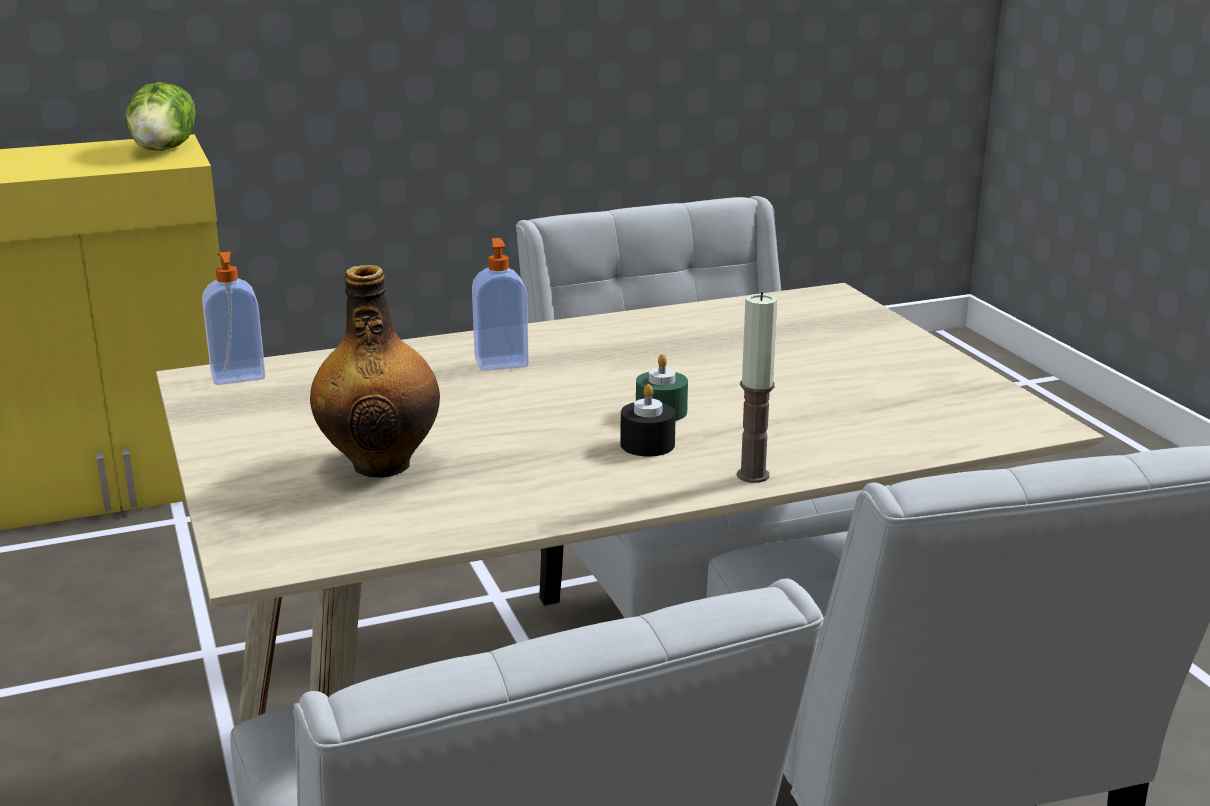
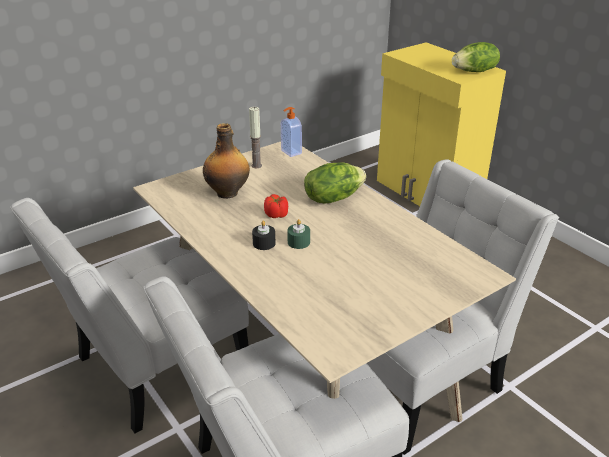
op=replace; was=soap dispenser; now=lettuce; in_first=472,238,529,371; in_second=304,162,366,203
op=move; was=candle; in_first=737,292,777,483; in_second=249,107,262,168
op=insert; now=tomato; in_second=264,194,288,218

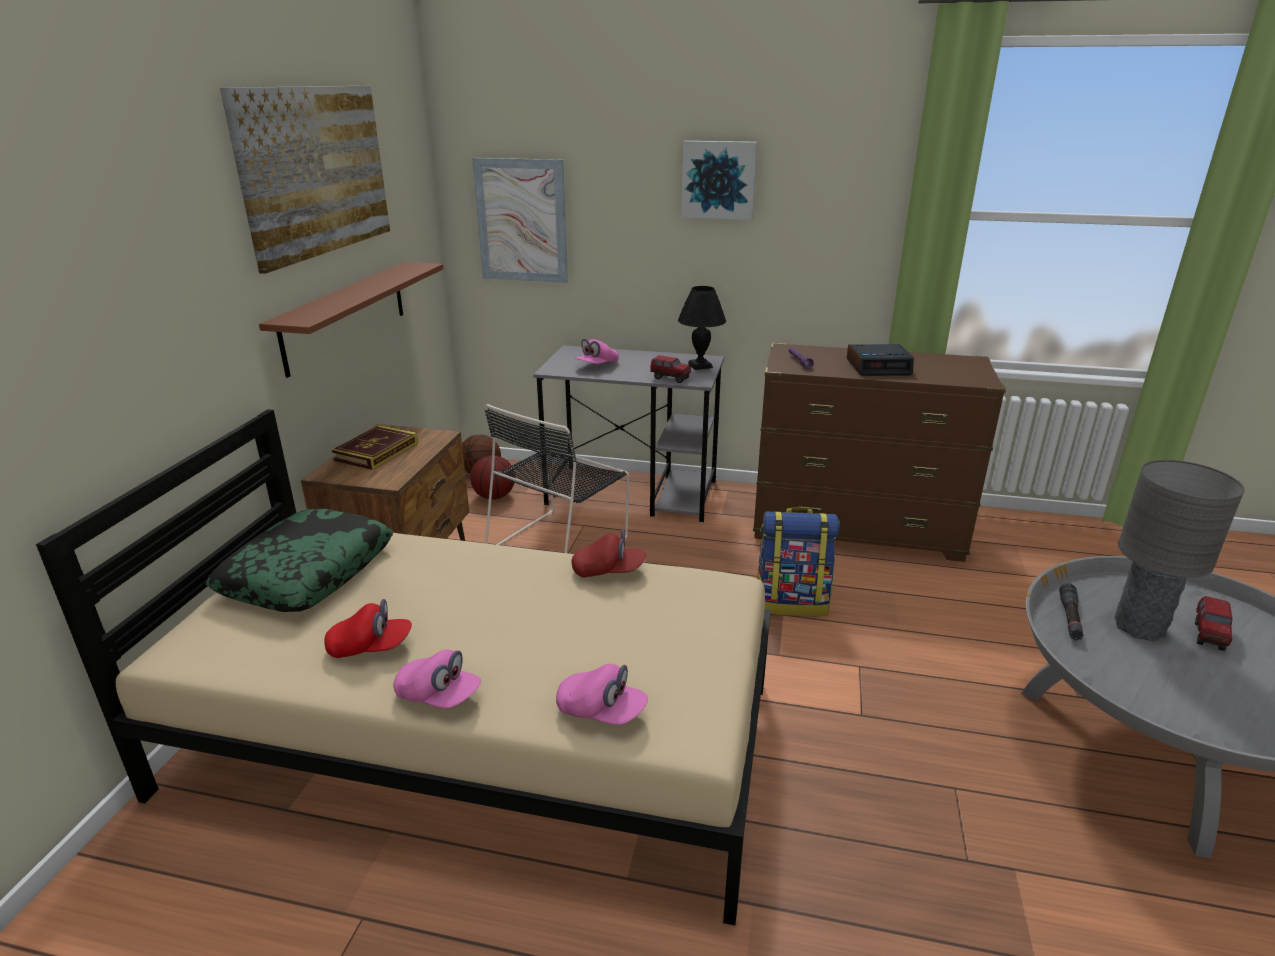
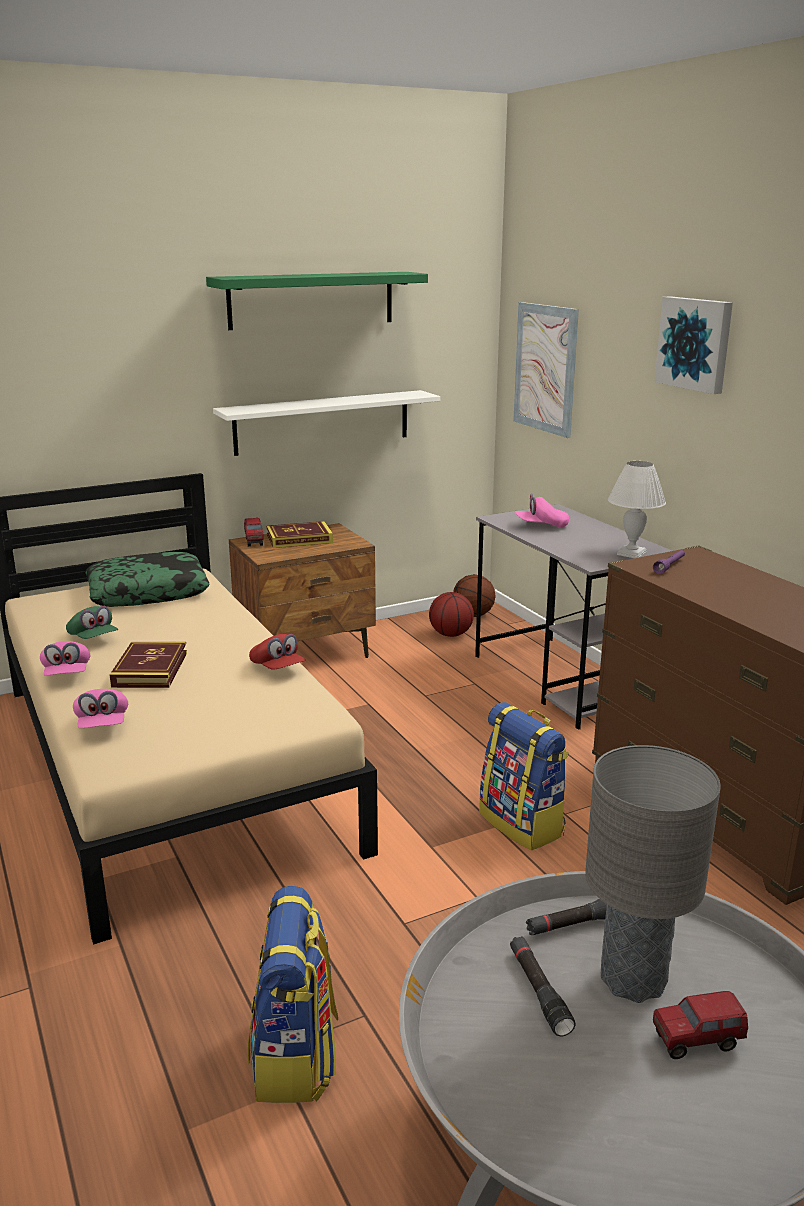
op=replace; was=picture; now=shelf (green); in_first=220,86,390,274; in_second=206,272,428,330
op=recolor; was=shelf (brown); now=shelf (white); in_first=259,262,443,378; in_second=213,390,440,456
op=recolor; was=cap (red); now=cap (green); in_first=324,599,412,658; in_second=66,606,118,639
op=delete; was=chair (black); in_first=484,404,629,553
op=move; was=toy truck; in_first=650,355,691,383; in_second=244,518,264,546
op=recolor; was=table lamp (black); now=table lamp (white); in_first=678,286,726,370; in_second=608,461,666,558
op=delete; was=alarm clock; in_first=847,344,914,376
op=insert; now=book; in_second=110,641,187,688
op=insert; now=backpack; in_second=248,886,338,1103
op=insert; now=flashlight (black); in_second=510,937,576,1036

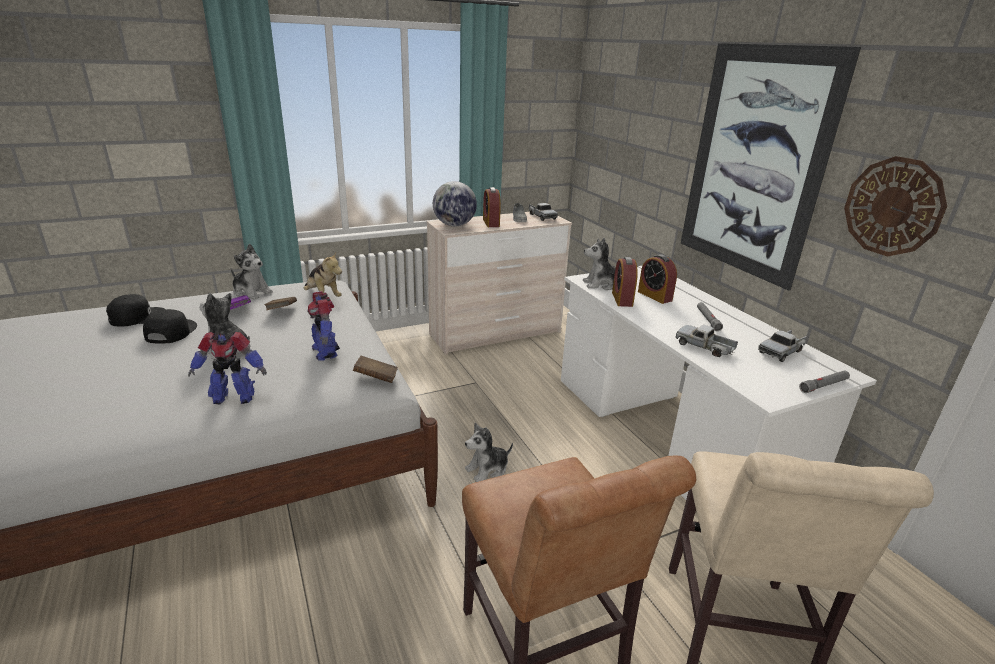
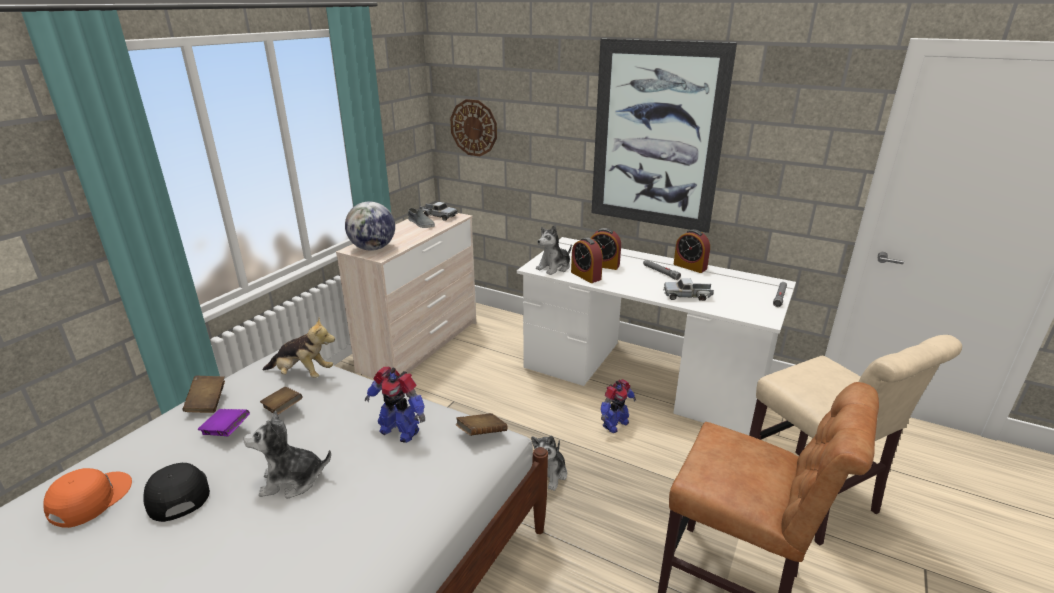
op=recolor; was=cap (black); now=cap (orange); in_first=106,294,166,327; in_second=43,468,132,528
op=move; was=toy robot; in_first=188,332,267,405; in_second=601,379,636,433
op=replace; was=plush toy; now=book (brown); in_first=231,244,273,300; in_second=182,376,225,413
op=move; was=alarm clock; in_first=483,187,501,227; in_second=673,229,710,273
op=delete; was=toy truck; in_first=758,330,807,362
op=move; was=wall clock; in_first=844,156,947,257; in_second=450,99,497,156

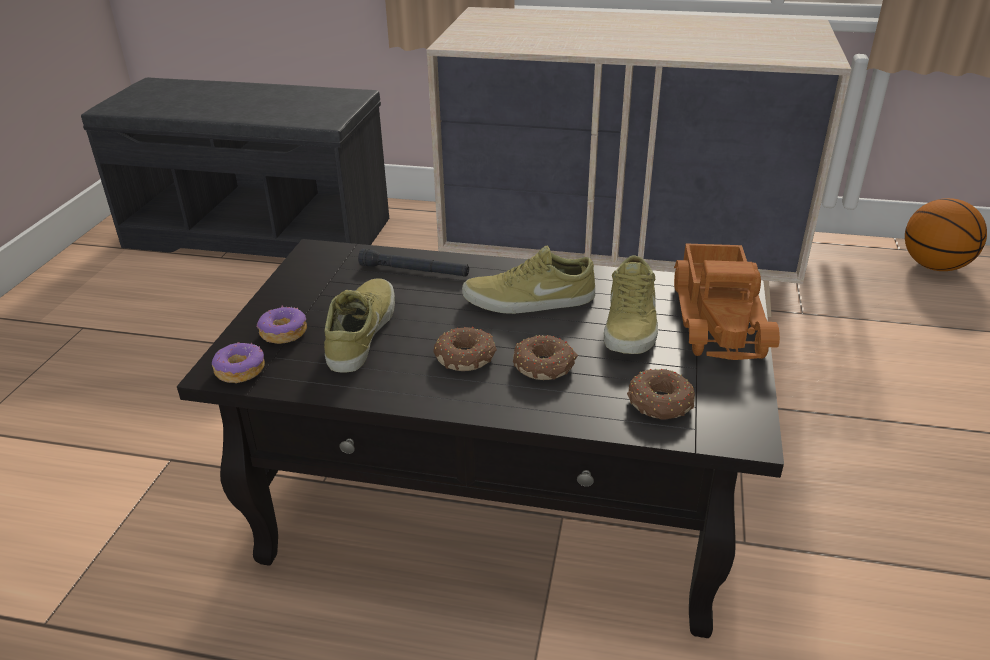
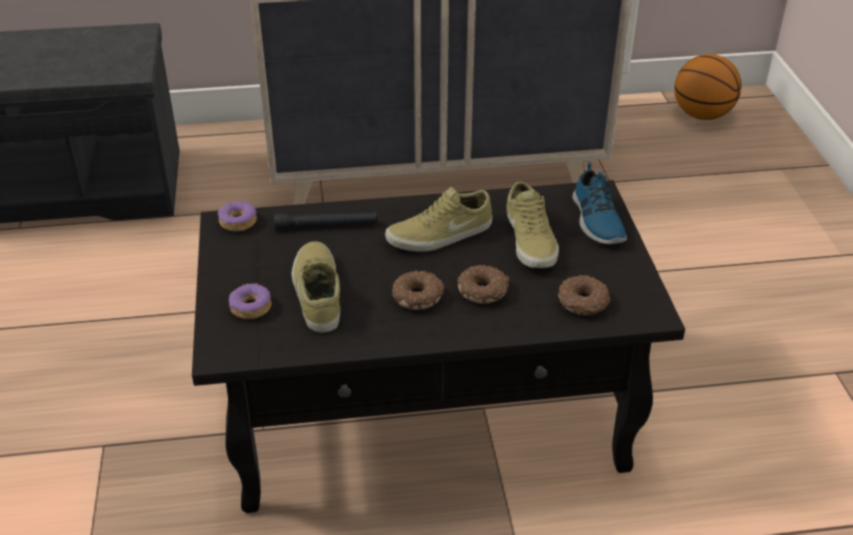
op=move; was=donut; in_first=212,342,265,383; in_second=218,200,257,231
op=replace; was=toy truck; now=shoe; in_first=674,244,780,360; in_second=572,162,627,244

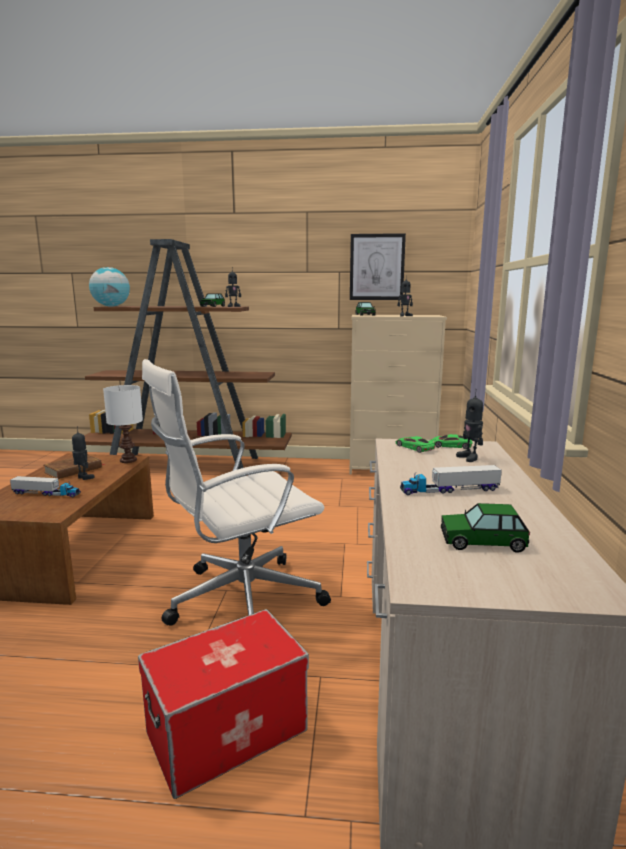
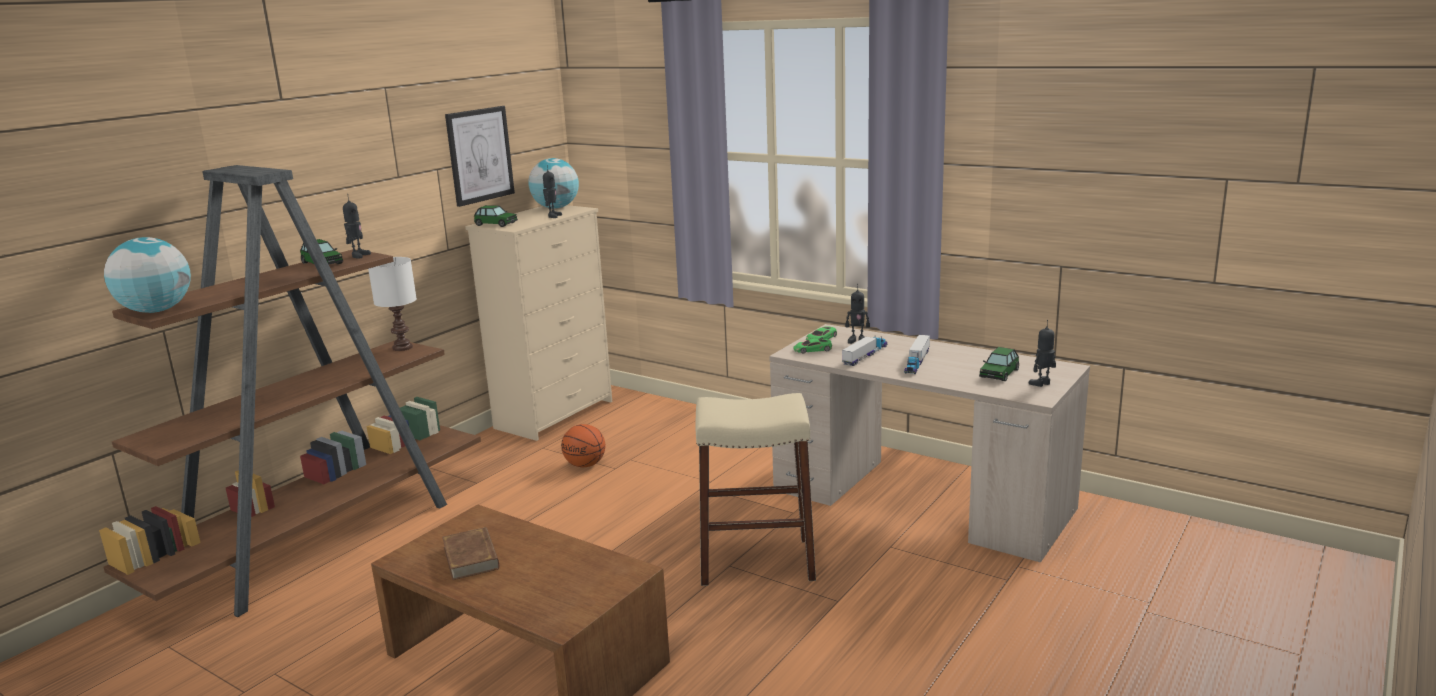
op=move; was=toy truck; in_first=10,476,81,498; in_second=842,335,888,366
op=move; was=toy robot; in_first=72,428,95,480; in_second=1029,320,1056,387
op=move; was=table lamp (white); in_first=103,385,143,463; in_second=368,257,417,351
op=delete; was=storage box; in_first=138,609,309,799
op=replace; was=office chair (white); now=stool (beige); in_first=142,359,331,626; in_second=696,393,816,586
op=insert; now=globe; in_second=528,158,579,209
op=insert; now=basketball; in_second=561,424,605,467

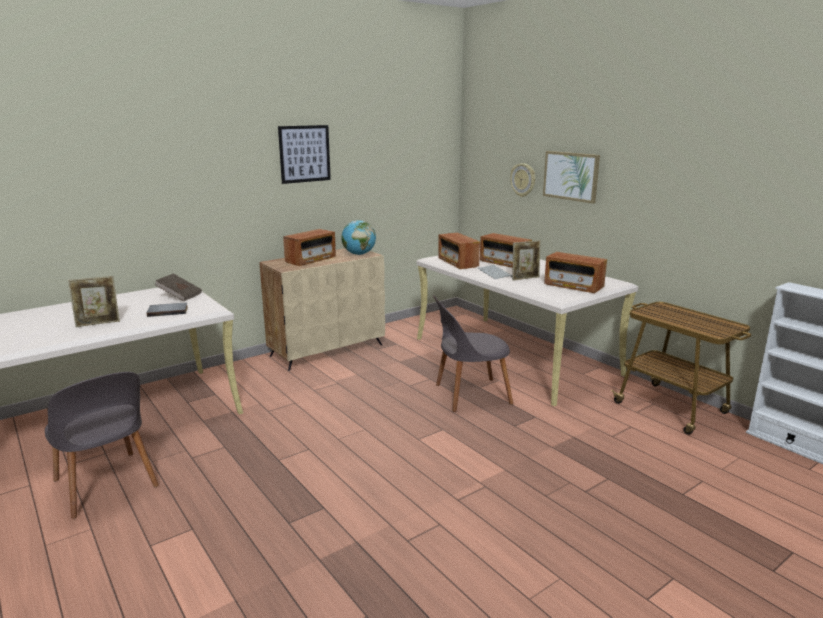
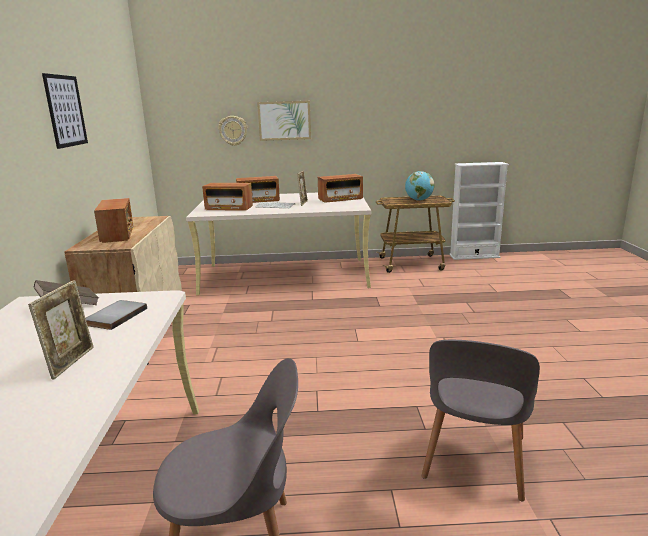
op=move; was=globe; in_first=341,220,376,255; in_second=405,171,434,201
op=move; was=chair (grey); in_first=433,295,513,412; in_second=422,340,540,501

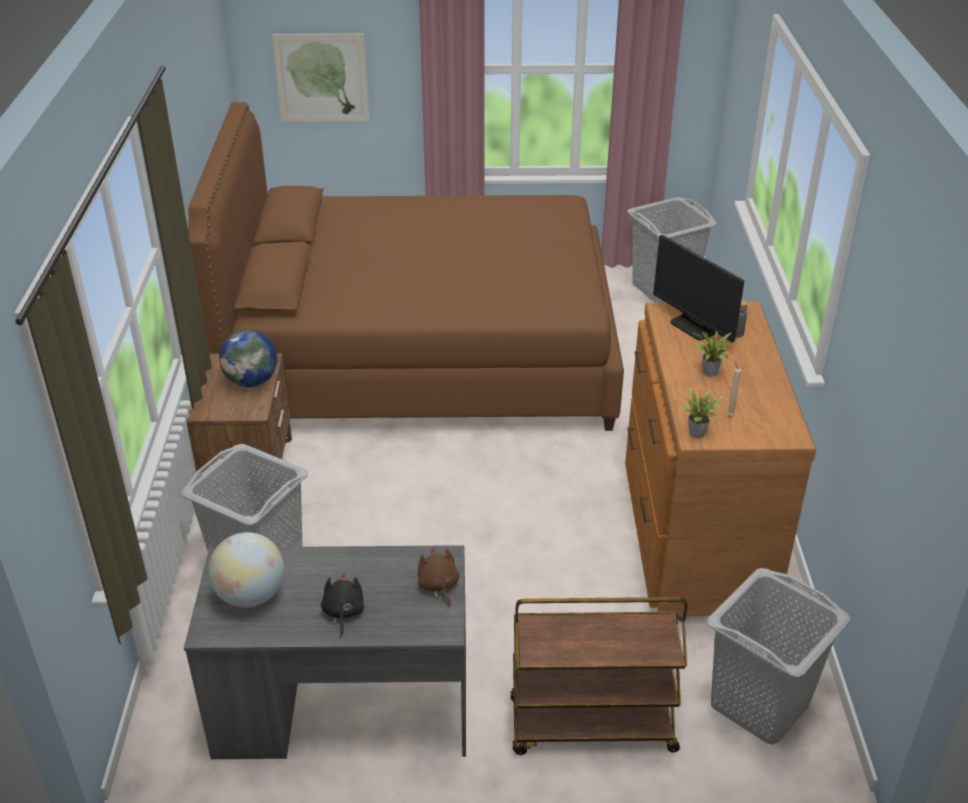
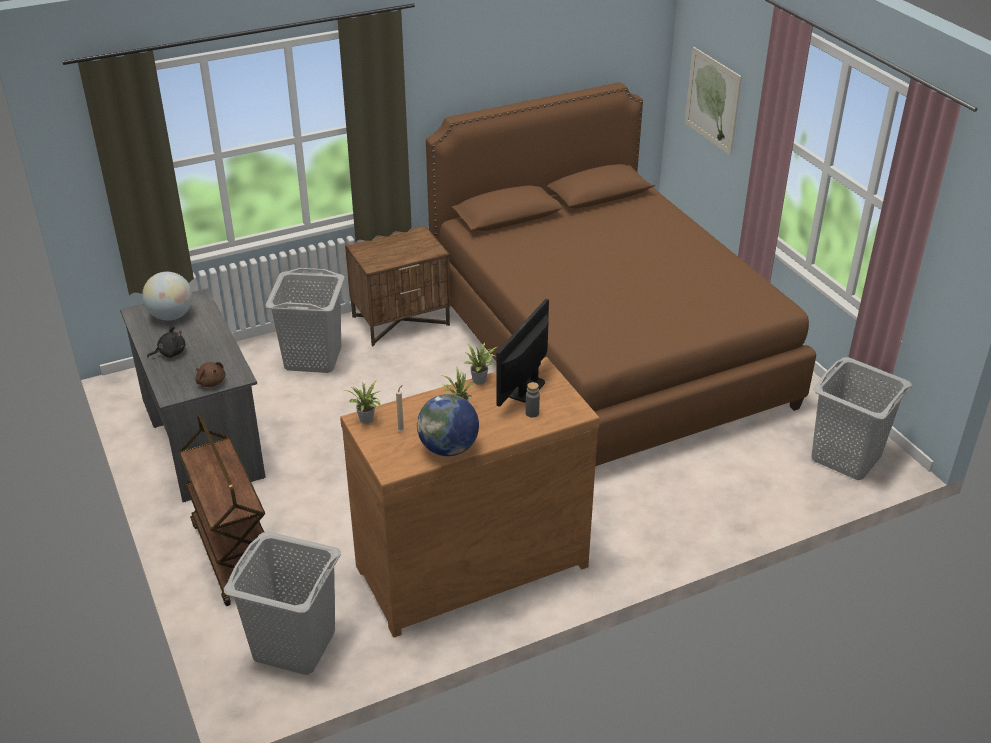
op=move; was=globe; in_first=219,330,278,387; in_second=417,394,479,456
op=rotate; was=plush toy (brown); in_first=418,547,459,606; in_second=195,362,225,387; clockwise=90
op=insert; now=potted plant; in_second=464,342,497,385

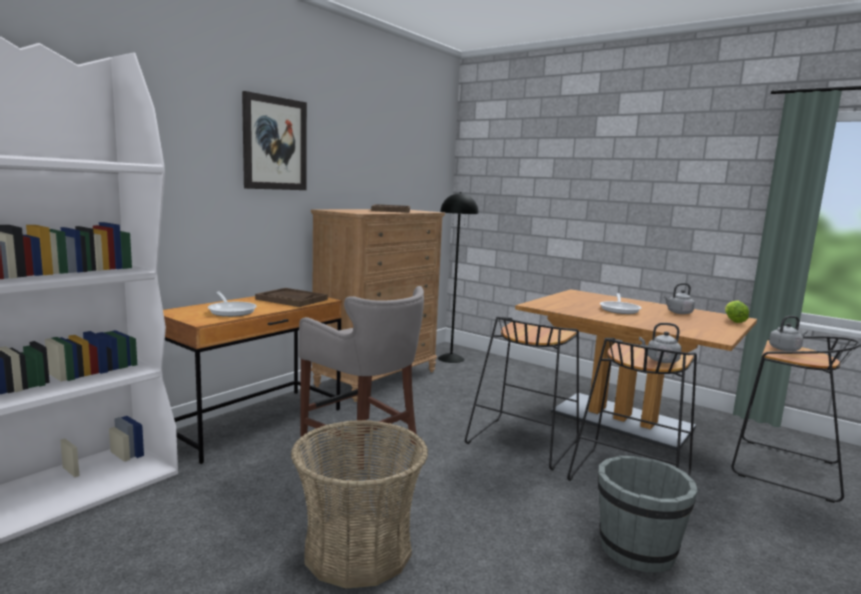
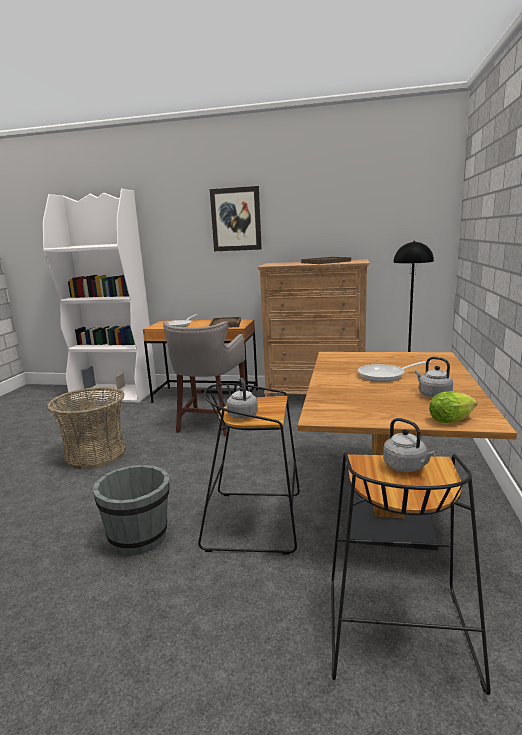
op=delete; was=stool (black); in_first=465,317,579,470

